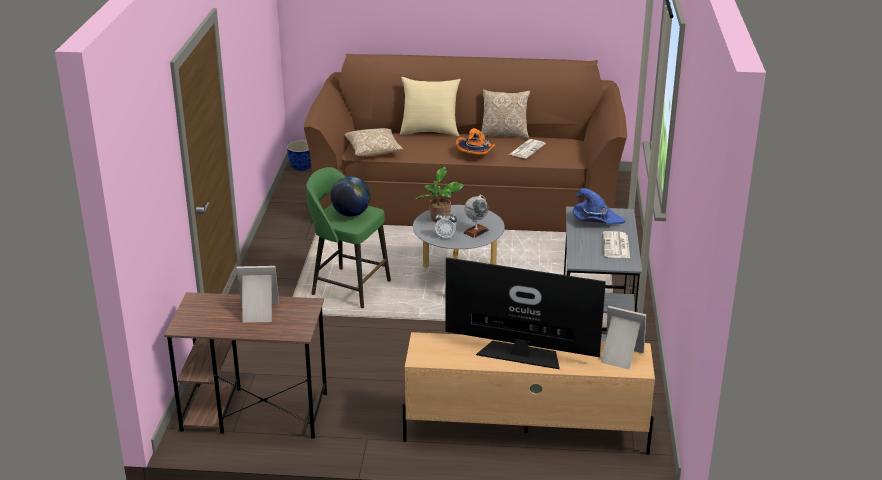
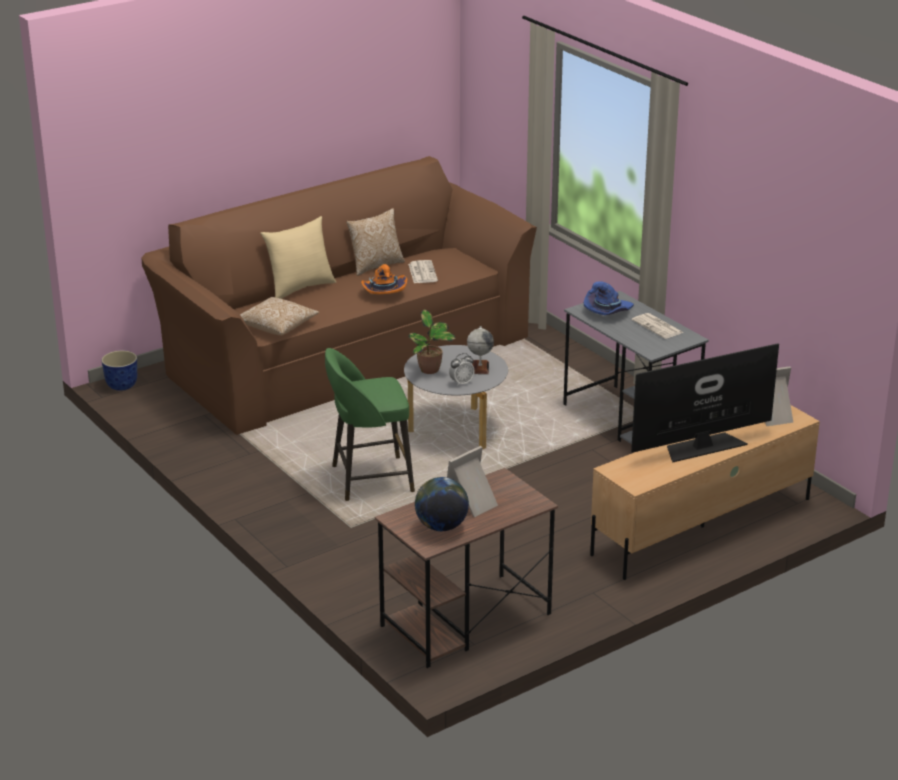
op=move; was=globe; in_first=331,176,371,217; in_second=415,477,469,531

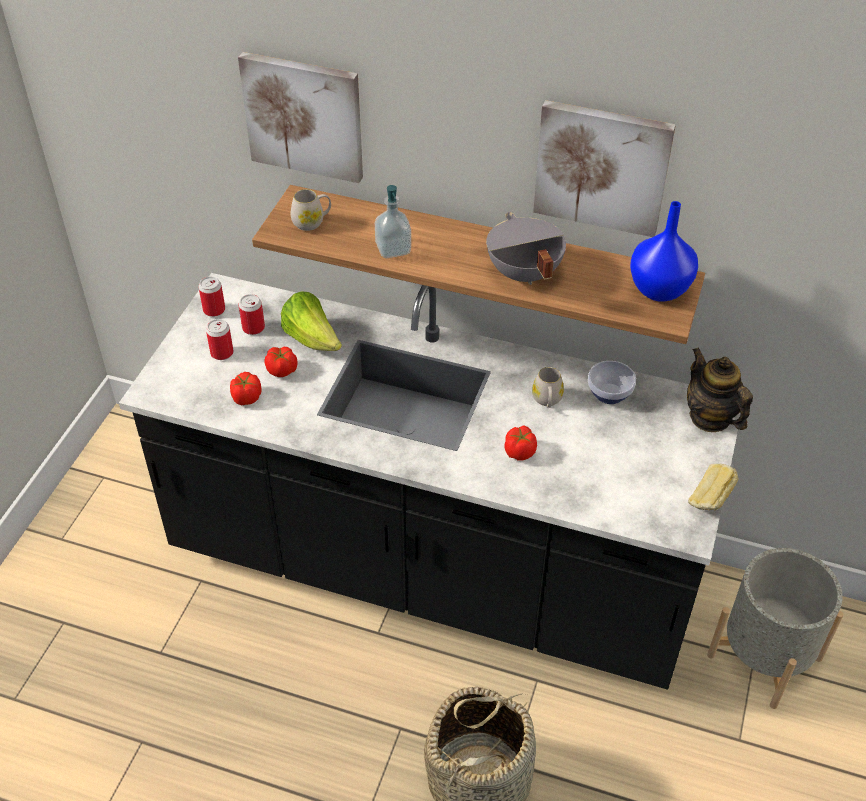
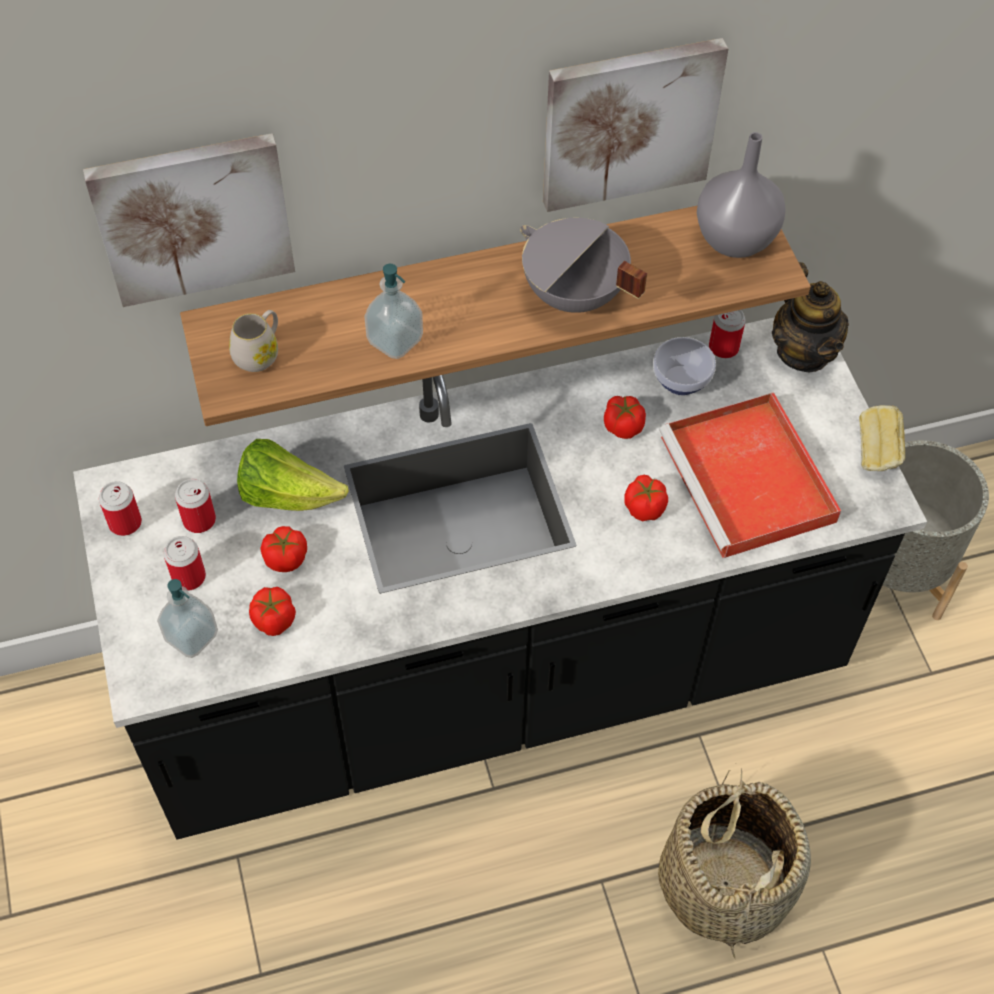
op=replace; was=mug (white); now=tomato; in_first=532,367,564,408; in_second=604,396,646,439
op=recolor; was=vase (blue); now=vase (grey); in_first=630,201,698,302; in_second=697,132,786,258
op=rotate; was=teapot; in_first=687,347,753,432; in_second=772,262,849,372; clockwise=-135
op=insert; now=soap dispenser; in_second=157,579,218,658
op=insert; now=tray (red); in_second=659,392,841,558
op=insert; now=can; in_second=709,310,746,358

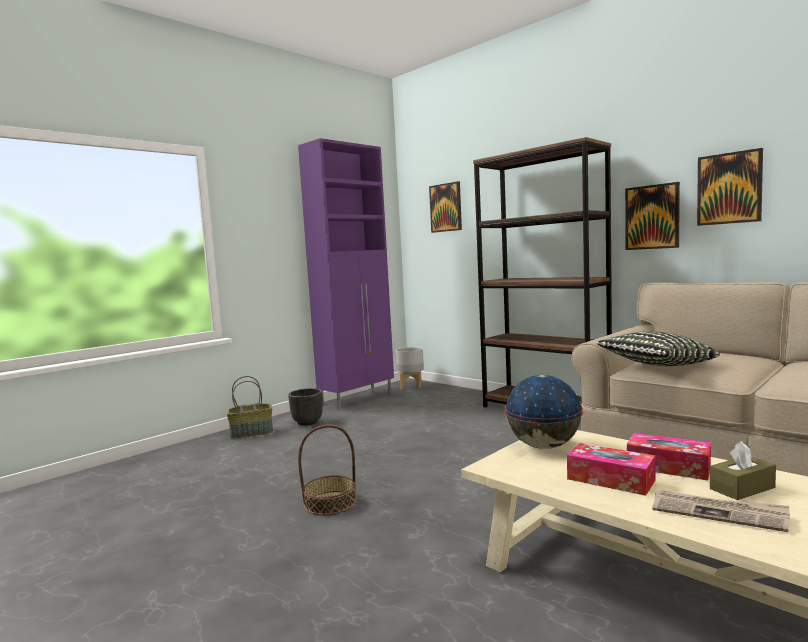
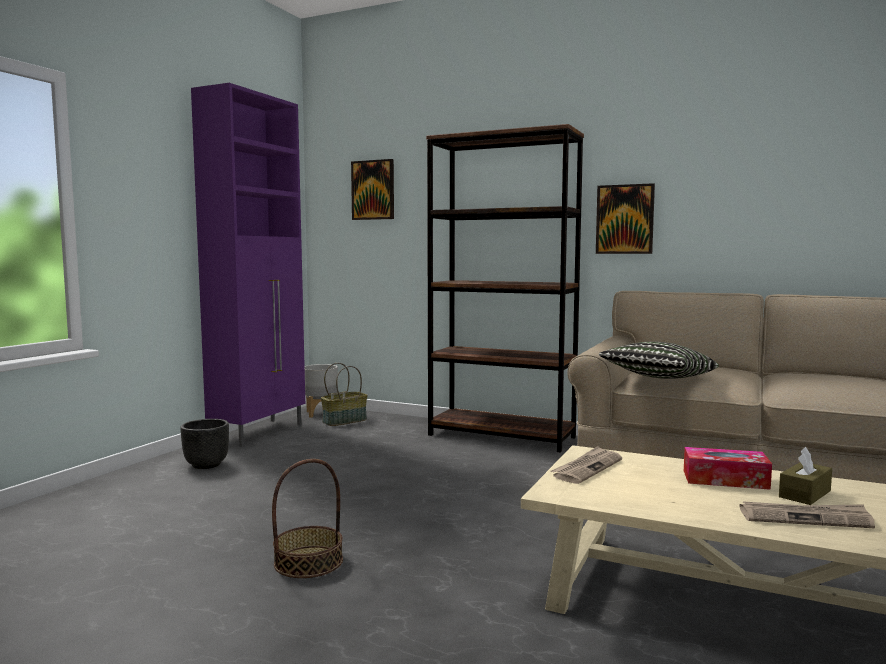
op=move; was=basket; in_first=227,376,273,439; in_second=321,363,367,426
op=replace; was=globe; now=newspaper; in_first=504,375,583,449; in_second=551,446,622,484
op=delete; was=tissue box; in_first=567,443,656,496
op=delete; was=picture; in_first=697,148,763,226

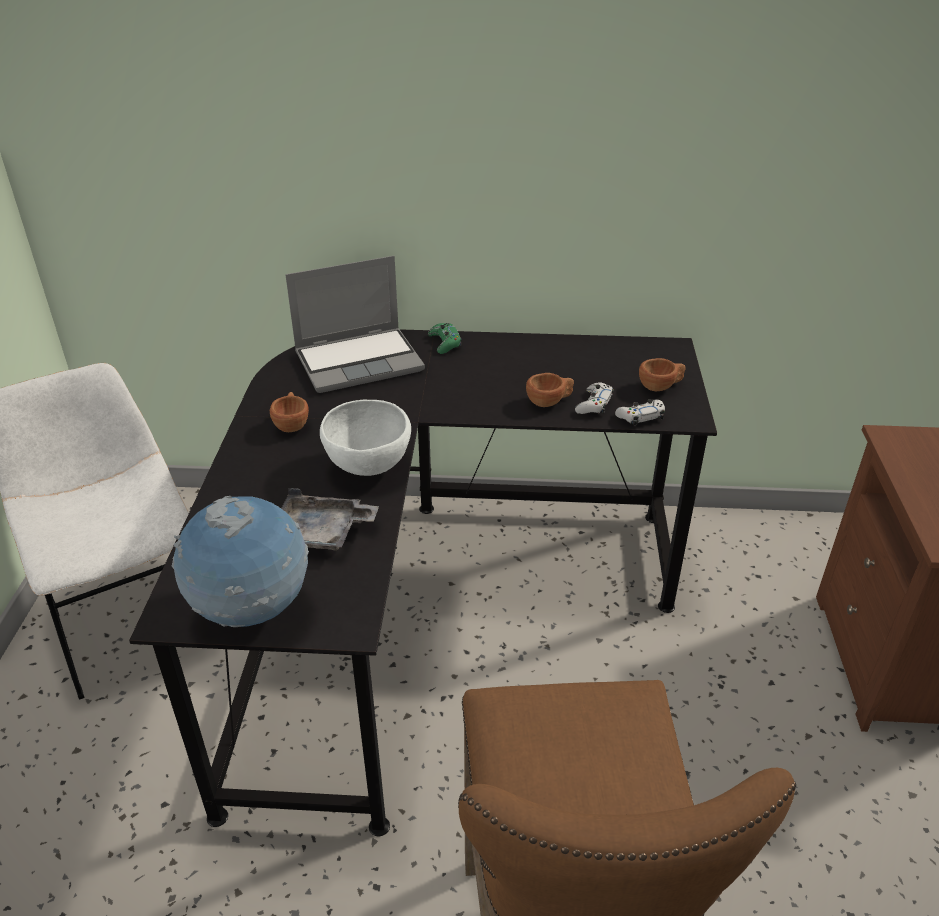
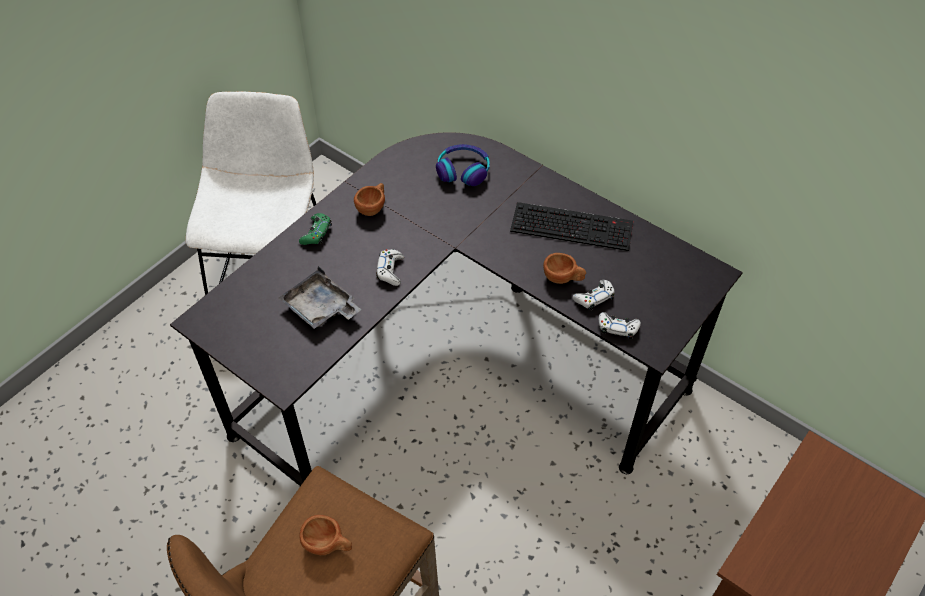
op=delete; was=globe; in_first=172,496,309,627
op=replace; was=laptop; now=headphones; in_first=285,256,425,393; in_second=436,144,490,186
op=replace; was=bowl (white); now=game controller (white); in_first=320,400,411,476; in_second=376,249,404,286
op=move; was=game controller (green); in_first=428,323,462,354; in_second=299,213,332,245
op=move; was=cup (brown); in_first=639,358,686,391; in_second=299,515,352,555
op=insert; now=keyboard; in_second=510,202,633,251

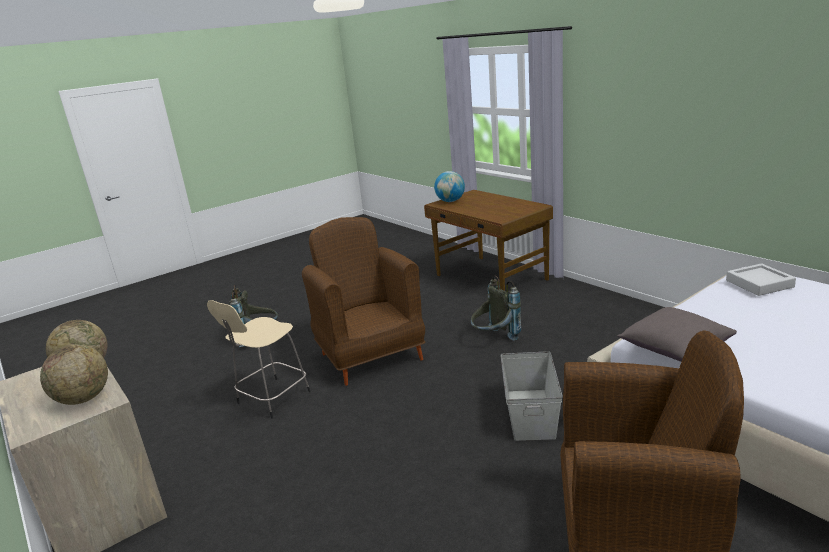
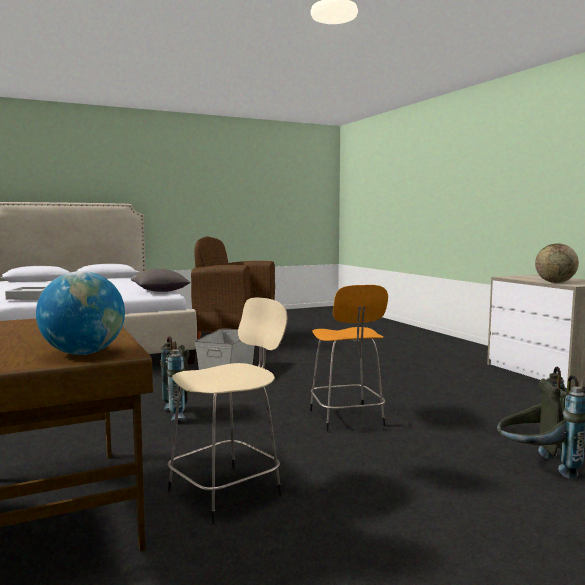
op=delete; was=globe; in_first=40,345,108,405
op=move; was=stool (beige); in_first=207,300,311,419; in_second=167,297,288,524
op=replace; was=armchair (brown); now=stool (orange); in_first=302,217,425,386; in_second=310,285,388,431

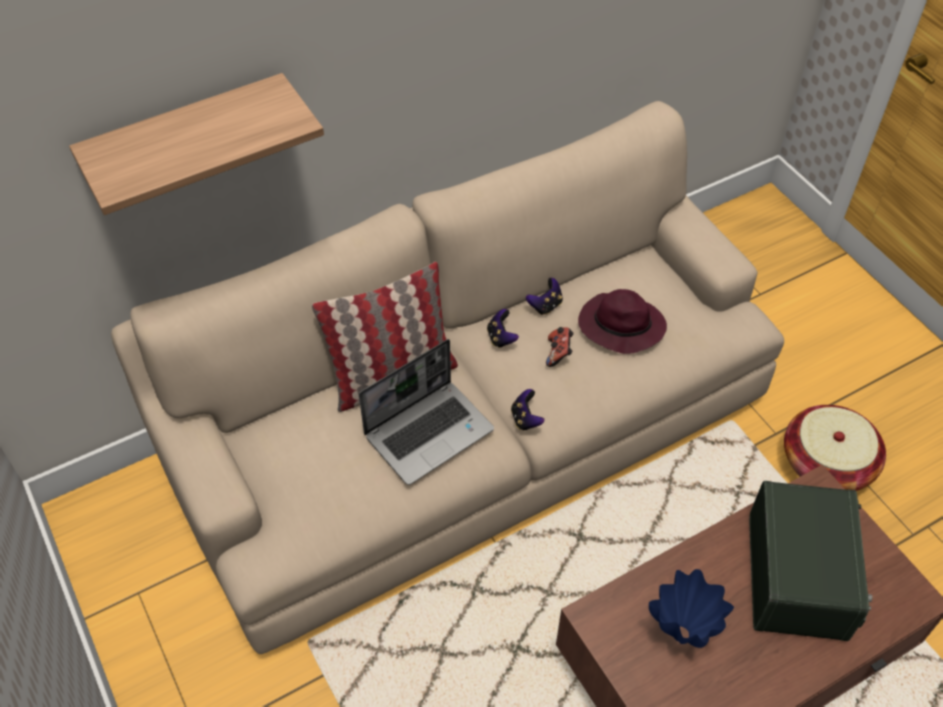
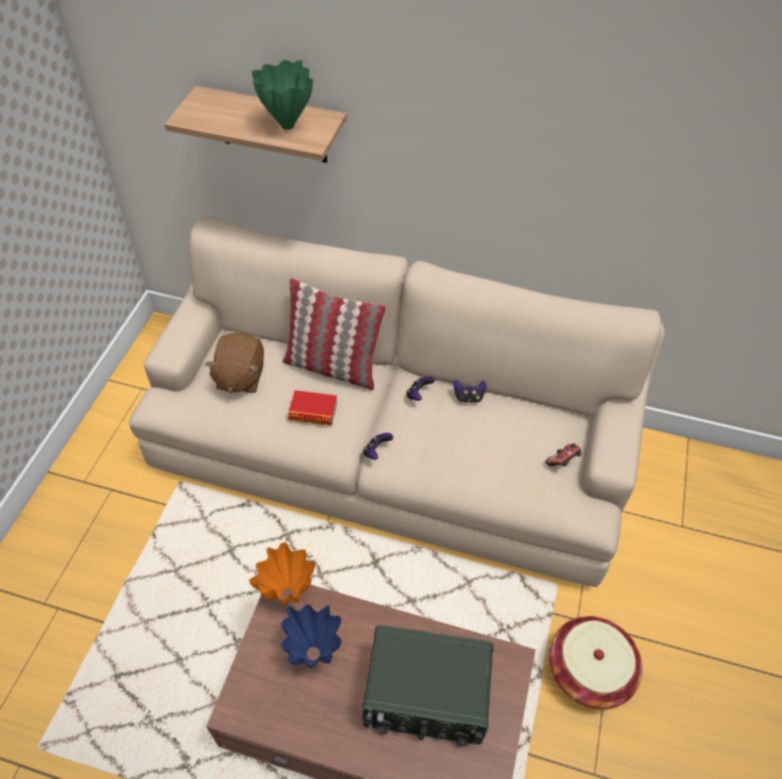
op=replace; was=laptop; now=book; in_first=359,339,494,485; in_second=288,390,337,426
op=move; was=game controller; in_first=546,327,574,367; in_second=545,444,582,466
op=delete; was=hat (purple); in_first=578,289,667,354
op=rotate; was=radio; in_first=749,481,872,641; in_second=362,625,494,746; clockwise=45
op=insert; now=plush toy (brown); in_second=205,333,264,393
op=insert; now=vase (orange); in_second=249,542,315,604
op=insert; now=vase (green); in_second=252,60,313,130

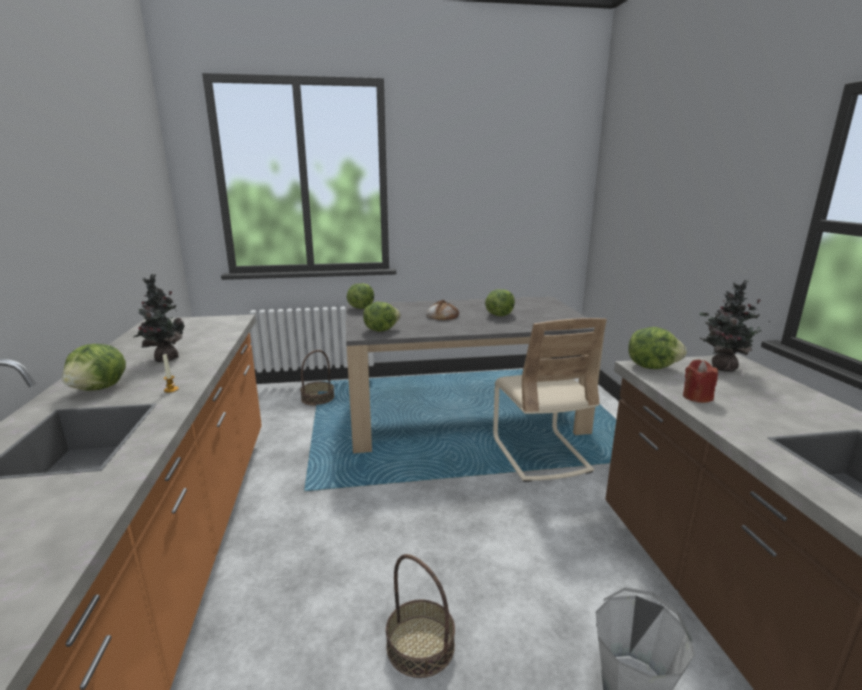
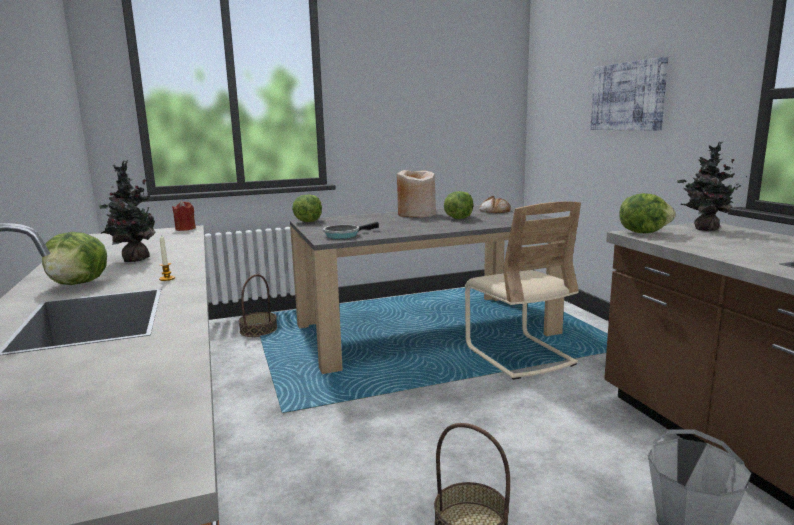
op=replace; was=lettuce; now=frying pan; in_first=363,302,401,332; in_second=323,222,379,239
op=move; was=bread; in_first=426,300,459,320; in_second=479,196,511,213
op=move; was=candle (red); in_first=683,359,718,403; in_second=172,201,196,231
op=insert; now=vase (beige); in_second=397,170,436,217
op=insert; now=picture; in_second=590,57,668,130

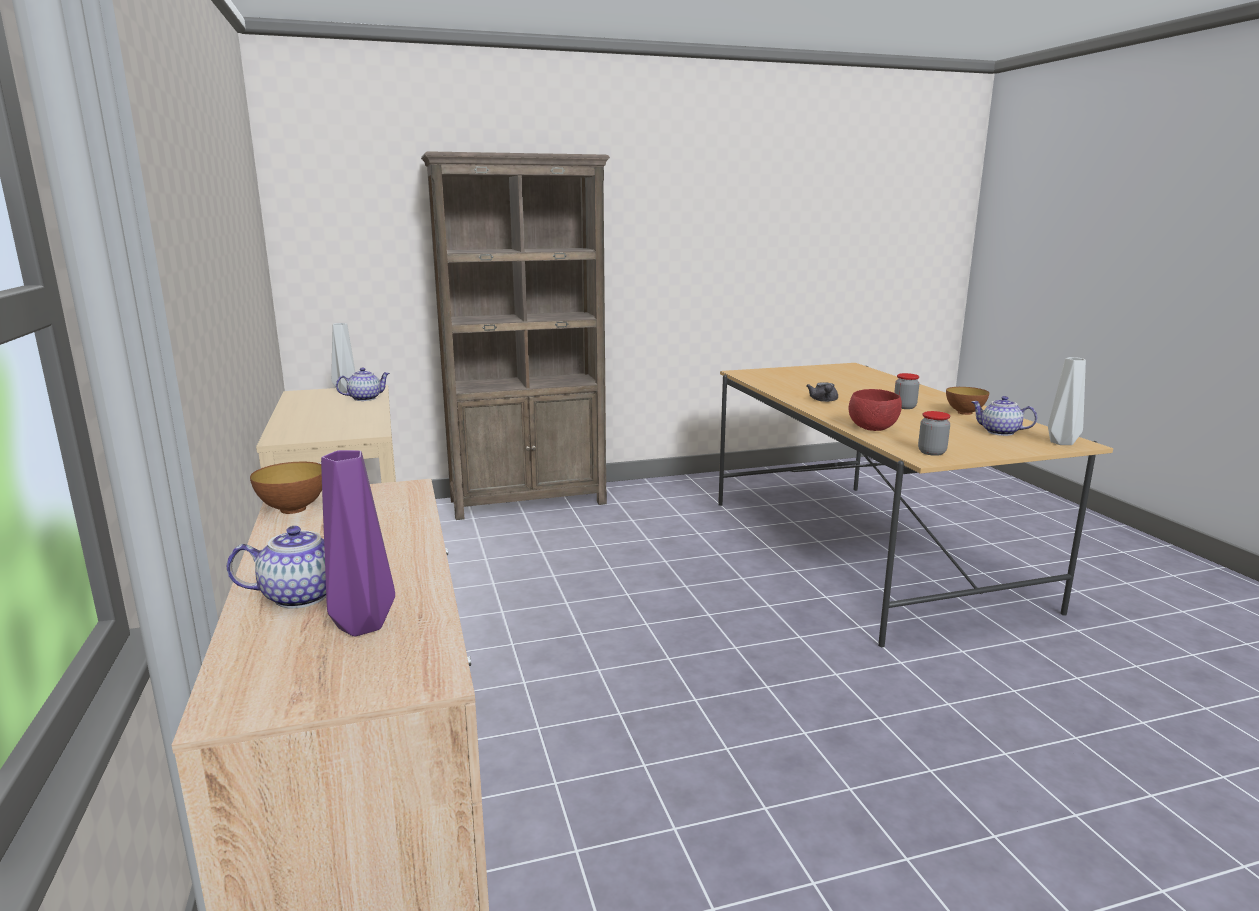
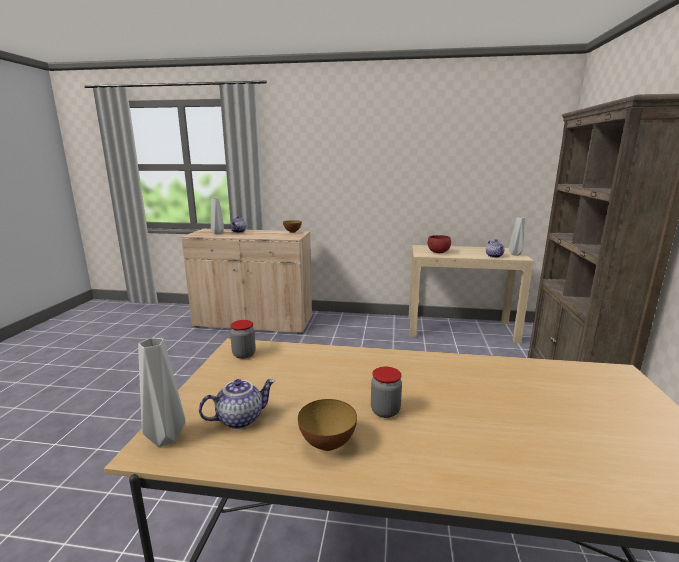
op=recolor; was=vase (purple); now=vase (grey); in_first=321,450,395,636; in_second=211,198,224,234
op=delete; was=teapot (grey); in_first=807,382,838,402
op=move; was=bowl (red); in_first=849,389,902,431; in_second=428,235,451,253

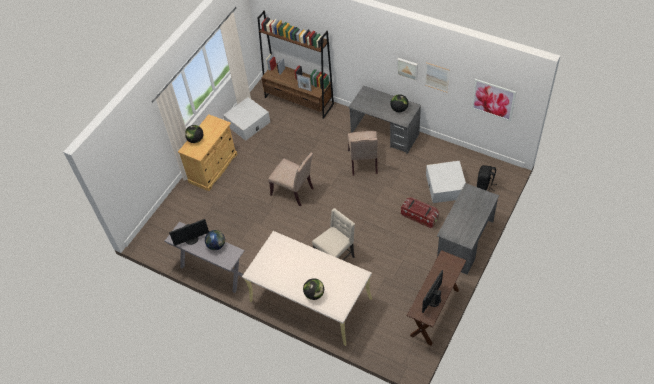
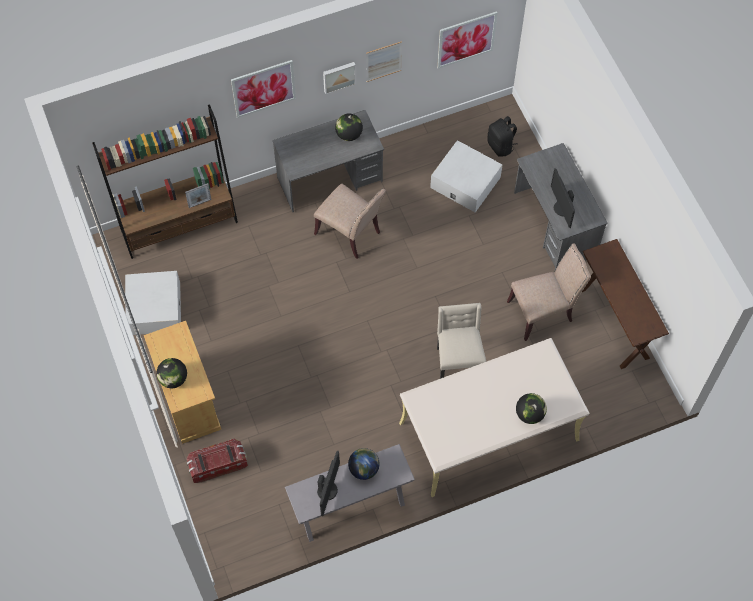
op=move; was=chair (beige); in_first=268,153,314,206; in_second=507,243,591,341
op=move; was=storage box; in_first=401,197,439,228; in_second=186,439,248,483
op=move; was=monitor; in_first=422,270,443,313; in_second=551,168,575,228
op=insert; now=picture; in_second=231,60,296,118

